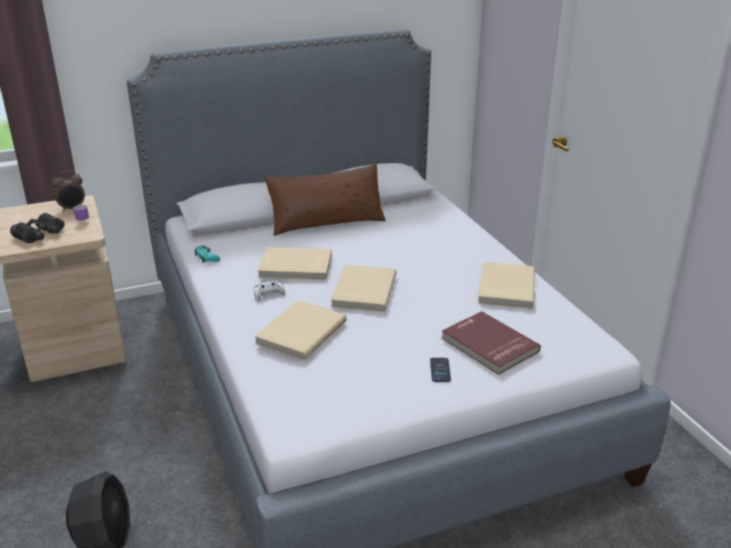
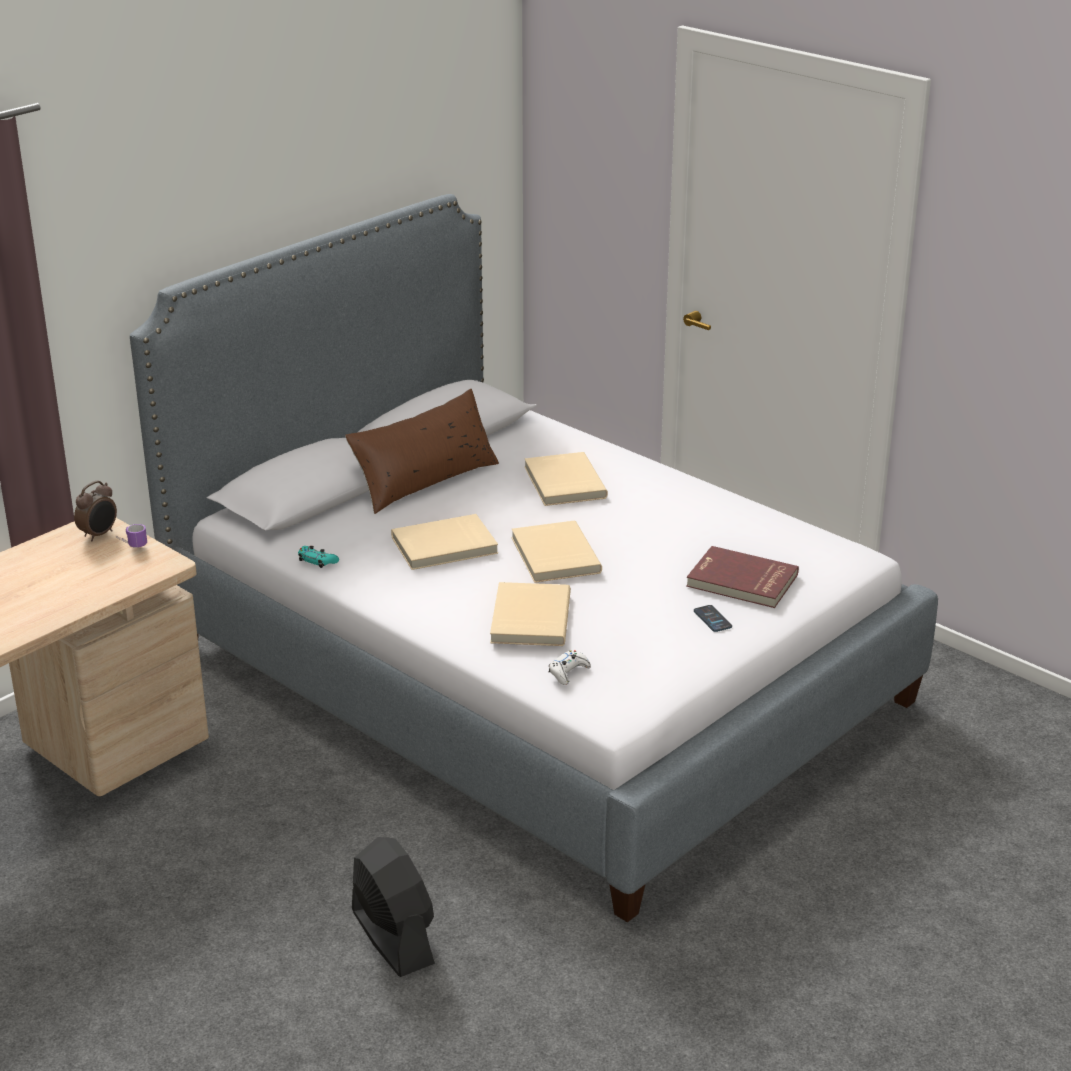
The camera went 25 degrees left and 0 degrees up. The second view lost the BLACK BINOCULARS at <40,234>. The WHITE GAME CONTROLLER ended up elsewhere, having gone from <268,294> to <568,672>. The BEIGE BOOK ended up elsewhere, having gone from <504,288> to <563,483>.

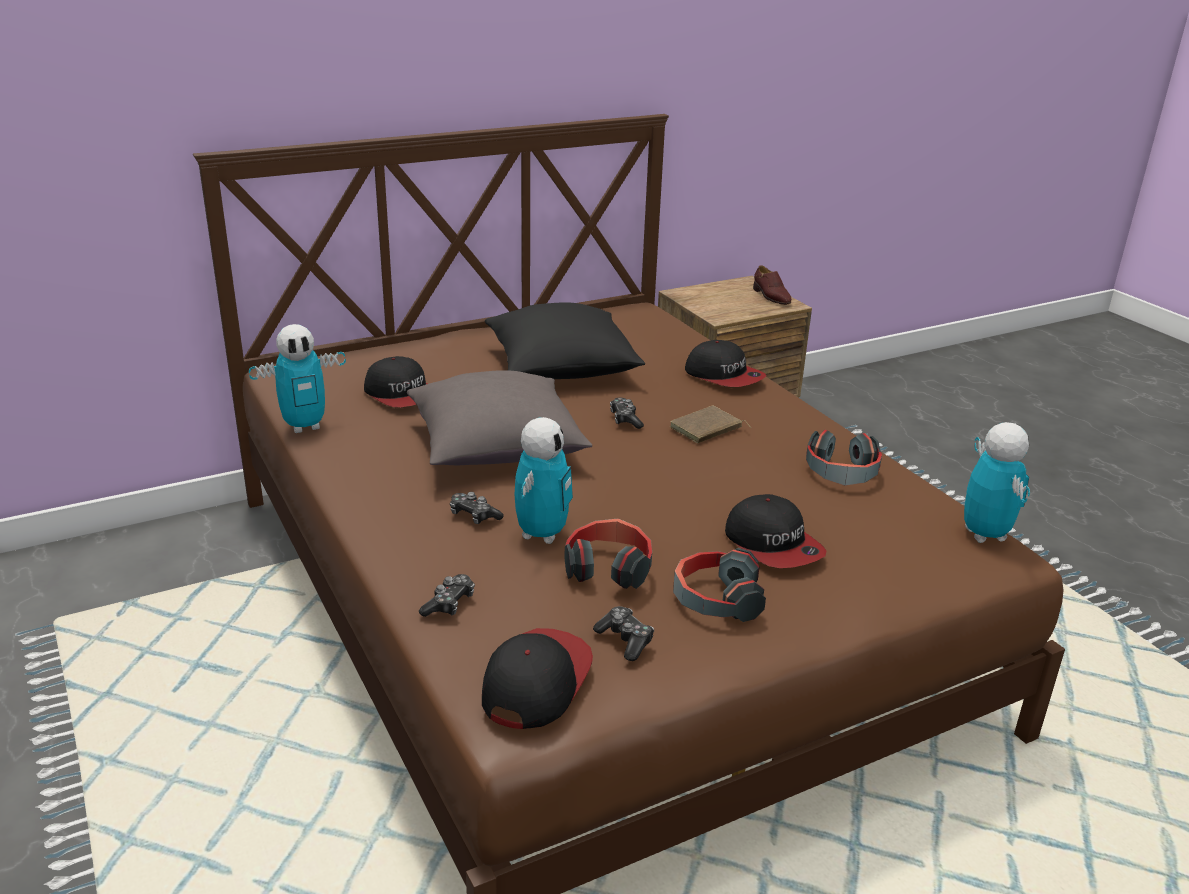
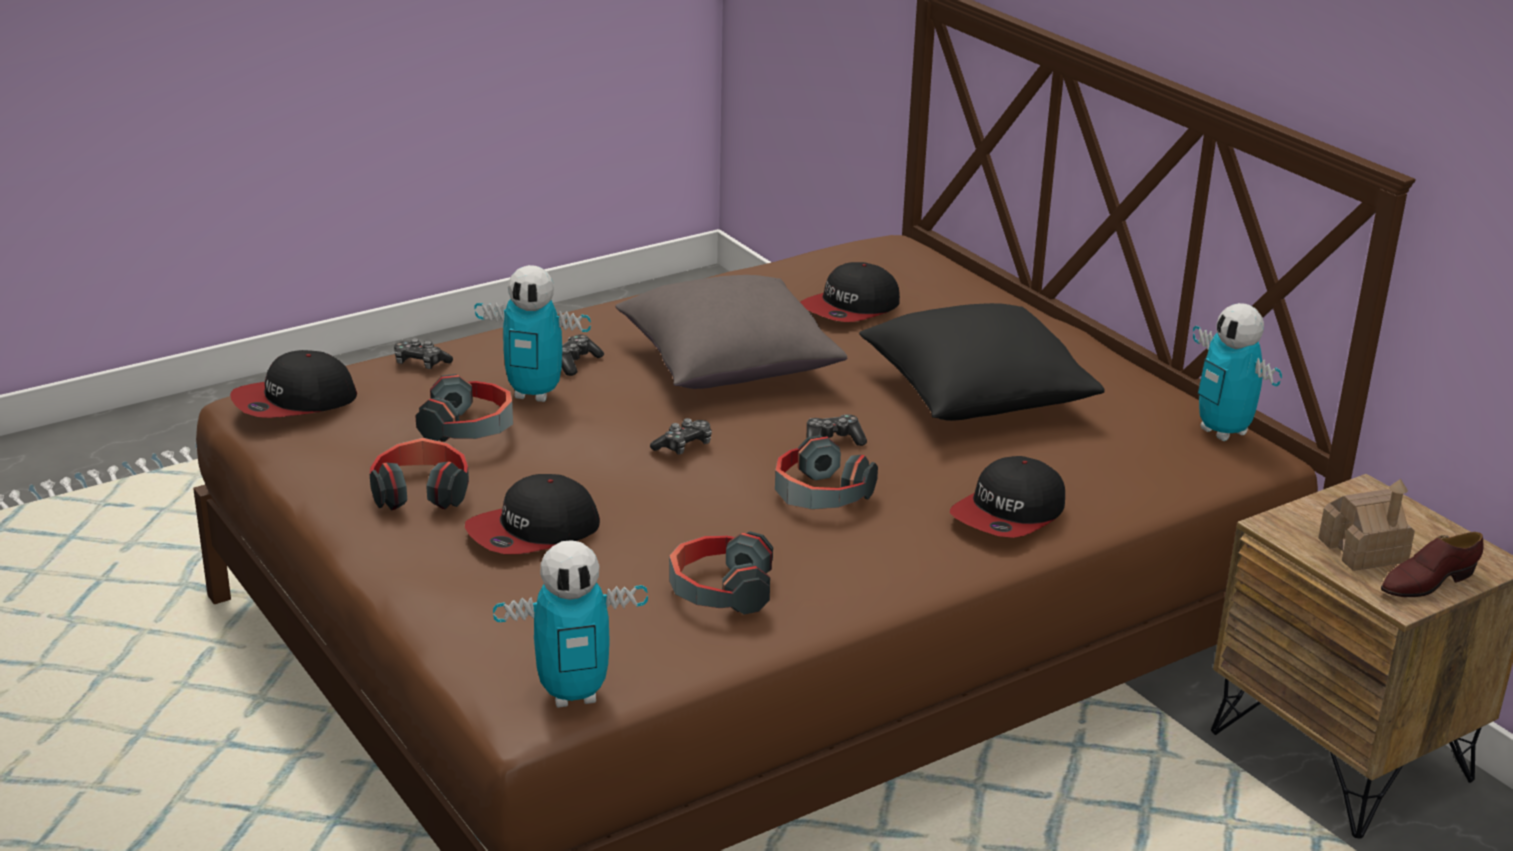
The camera went 85 degrees right and 0 degrees up. The second view gained the TOY HOUSE at <1363,550>. The TOY ROBOT ended up elsewhere, having gone from <304,426> to <1223,432>. The GAME CONTROLLER ended up elsewhere, having gone from <625,640> to <684,446>. Where the BROWN BOOK stood at <707,429>, the HEADPHONES came to stand at <819,495>. The CAP at <535,681> ended up facing another way, 135 degrees clockwise from before.

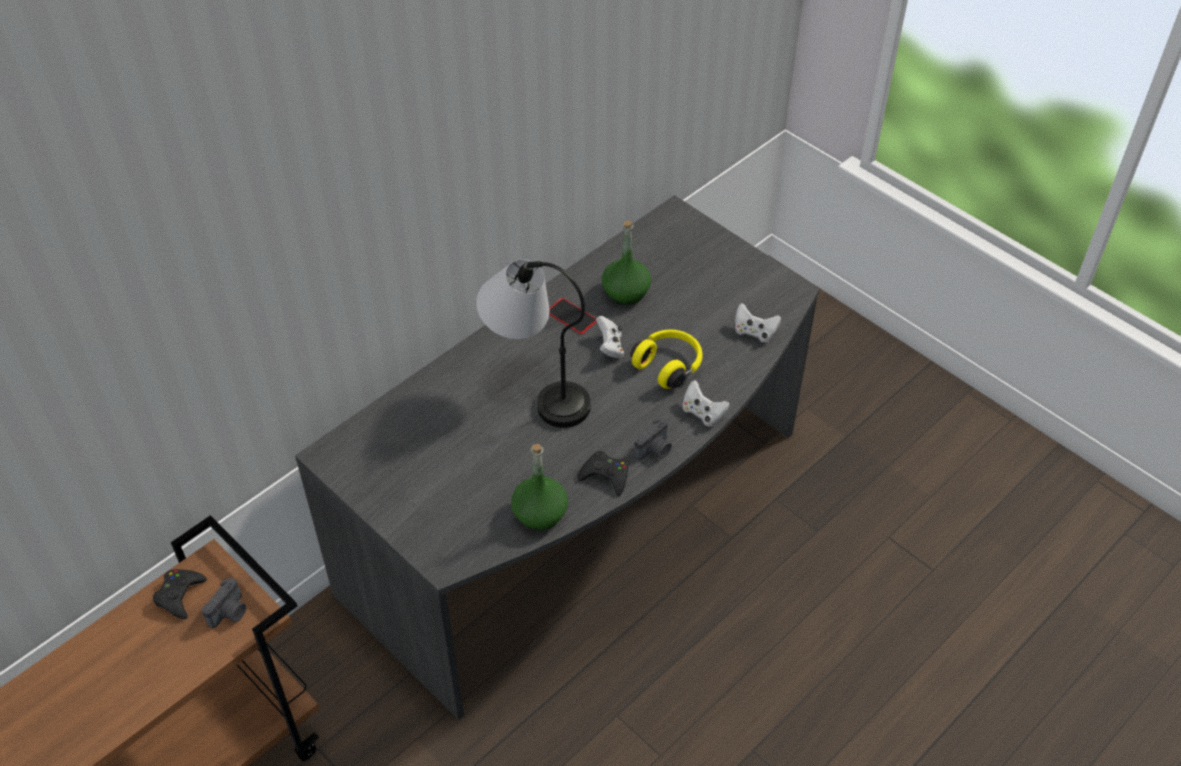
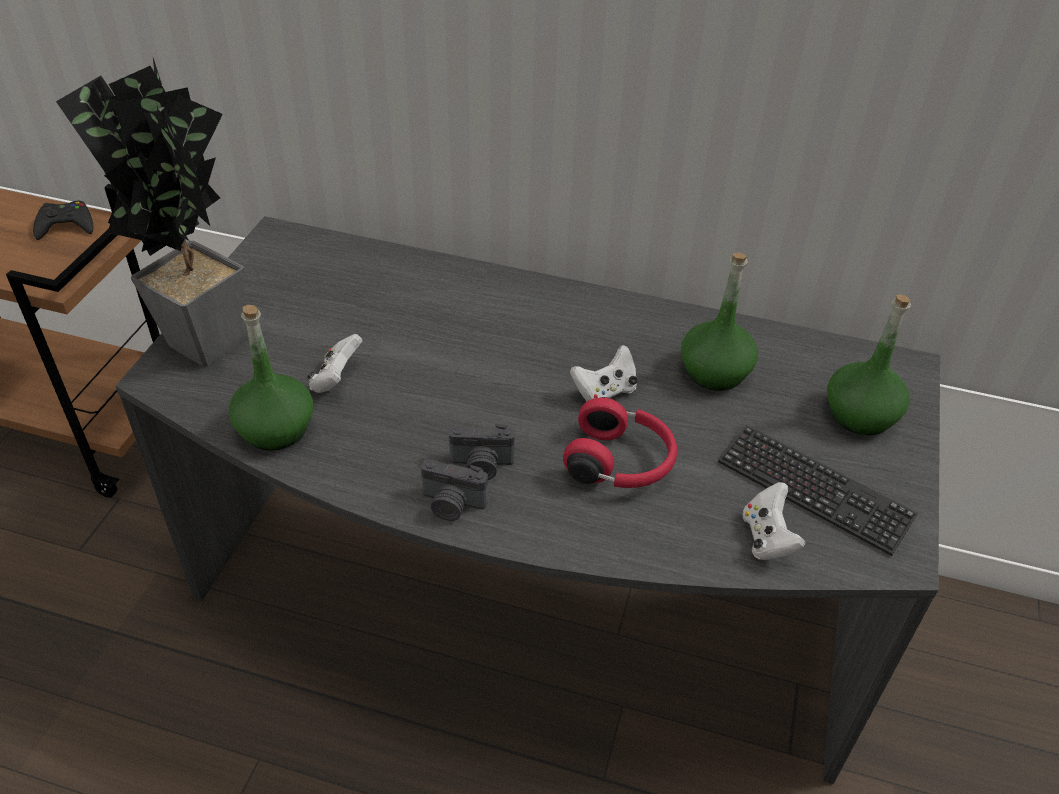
The camera went 60 degrees right and 5 degrees down. The second view lost the TABLE LAMP at <536,388>. The second view lost the PHONE at <571,316>. The second view lost the BLACK GAME CONTROLLER at <605,476>. The second view gained the POTTED PLANT at <203,334>. The second view gained the KEYBOARD at <813,490>. The second view gained the GREEN BOTTLE at <860,414>. The PHOTO CAMERA ended up elsewhere, having gone from <230,613> to <481,466>. The WHITE GAME CONTROLLER ended up elsewhere, having gone from <702,413> to <336,379>. What was the YELLOW HEADPHONES at <669,365> turned into the RED HEADPHONES at <621,463>.

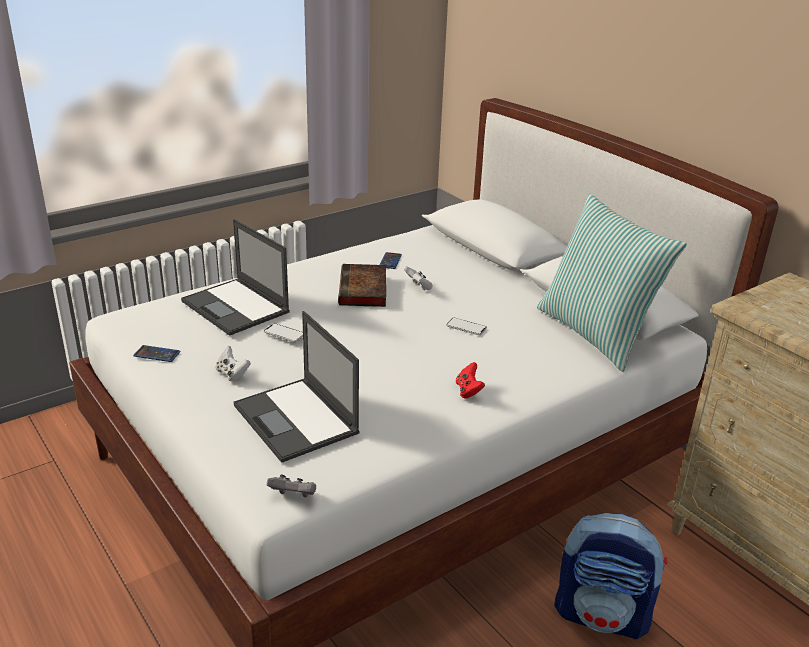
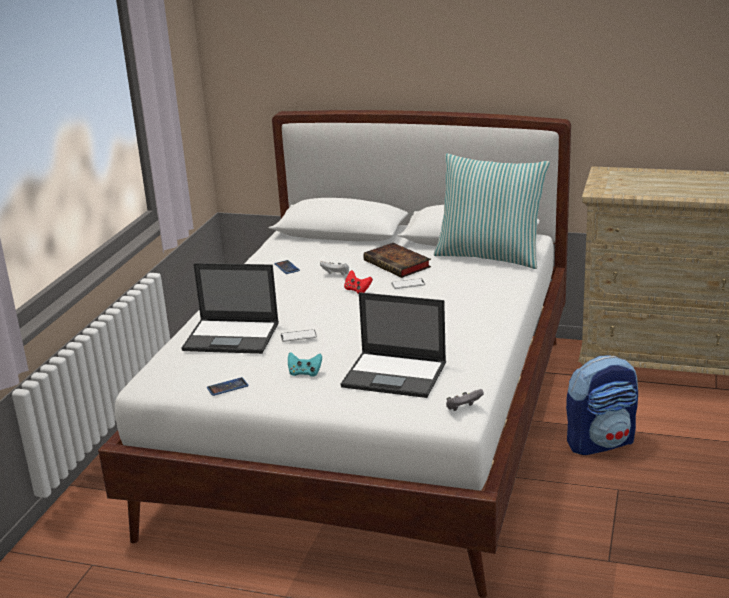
The camera went 35 degrees left and 5 degrees down. The BOOK ended up elsewhere, having gone from <363,290> to <398,264>. The RED GAME CONTROLLER ended up elsewhere, having gone from <468,391> to <357,290>. What was the WHITE GAME CONTROLLER at <232,374> turned into the TURQUOISE GAME CONTROLLER at <305,373>.

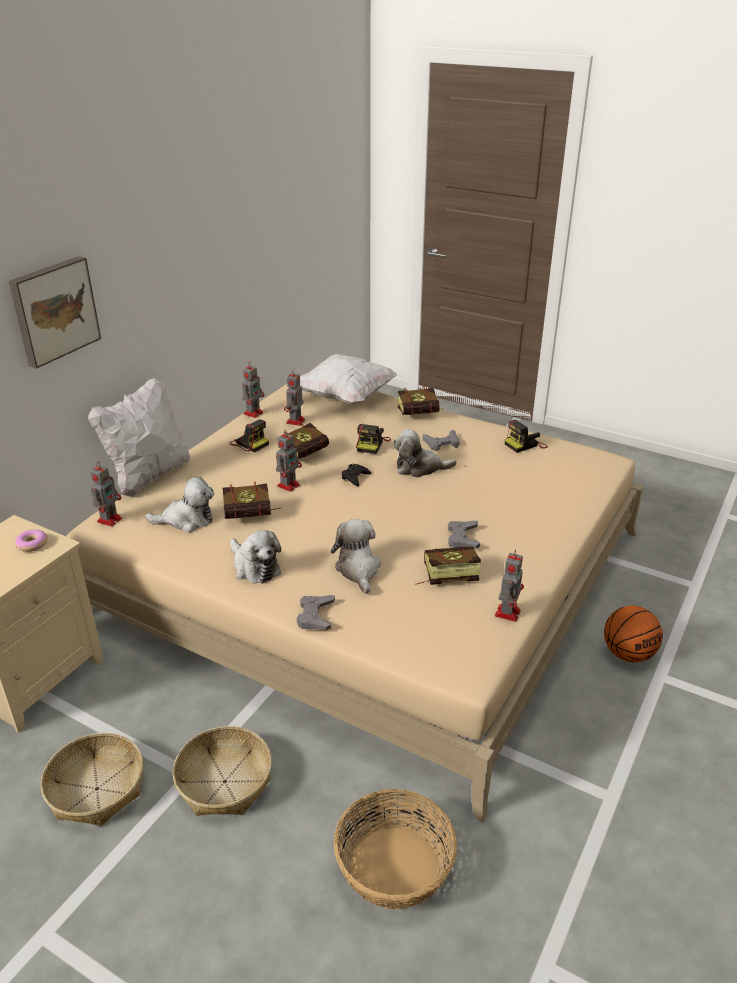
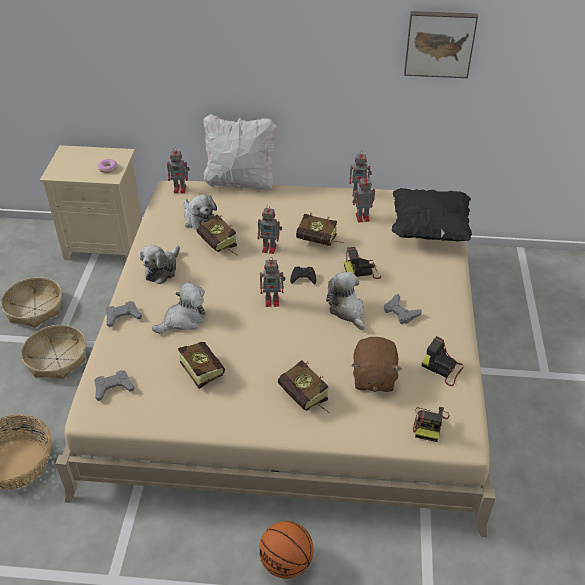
The camera went 65 degrees right and 10 degrees up. The second view gained the BROWN PLUSH TOY at <373,377>. The PICTURE ended up elsewhere, having gone from <53,310> to <439,43>. The PHOTO CAMERA ended up elsewhere, having gone from <249,443> to <429,424>. The BOOK ended up elsewhere, having gone from <422,414> to <306,399>. The GREY GAME CONTROLLER ended up elsewhere, having gone from <463,538> to <113,387>. The TOY ROBOT ended up elsewhere, having gone from <508,612> to <273,301>. What was the WHITE PILLOW at <345,397> turned into the BLACK PILLOW at <429,229>.

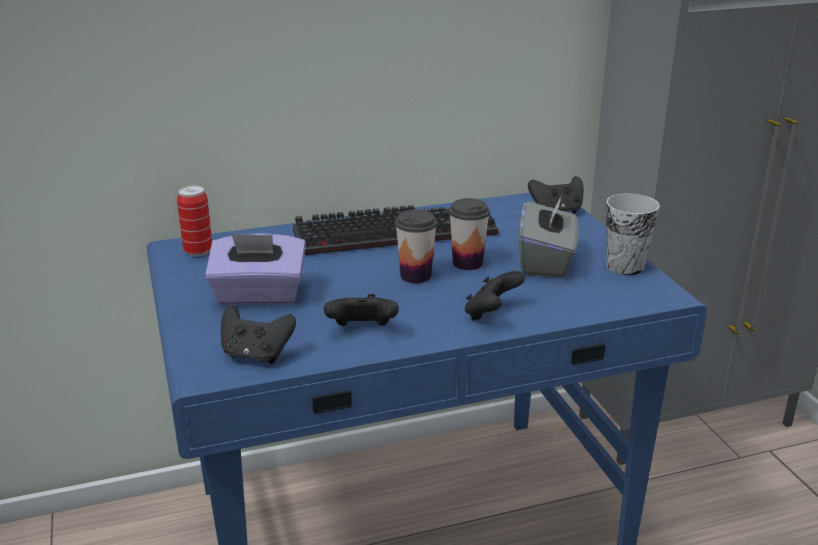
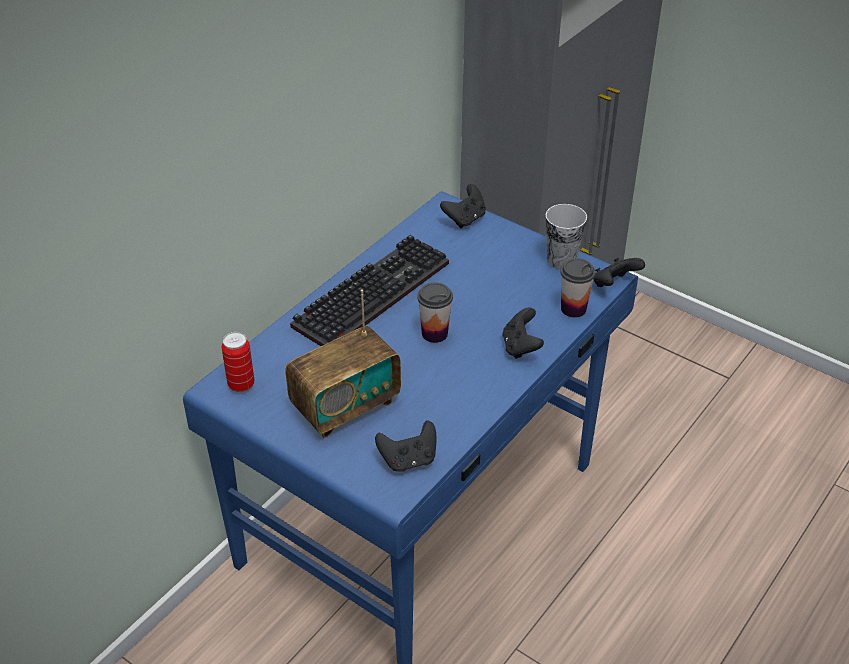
The camera went 35 degrees left and 15 degrees up. The second view lost the GREY TISSUE BOX at <546,261>. The BLACK GAME CONTROLLER ended up elsewhere, having gone from <362,331> to <614,285>. The CUP ended up elsewhere, having gone from <467,263> to <573,309>. Where the PURPLE TISSUE BOX stood at <259,296>, the RADIO came to stand at <345,407>.

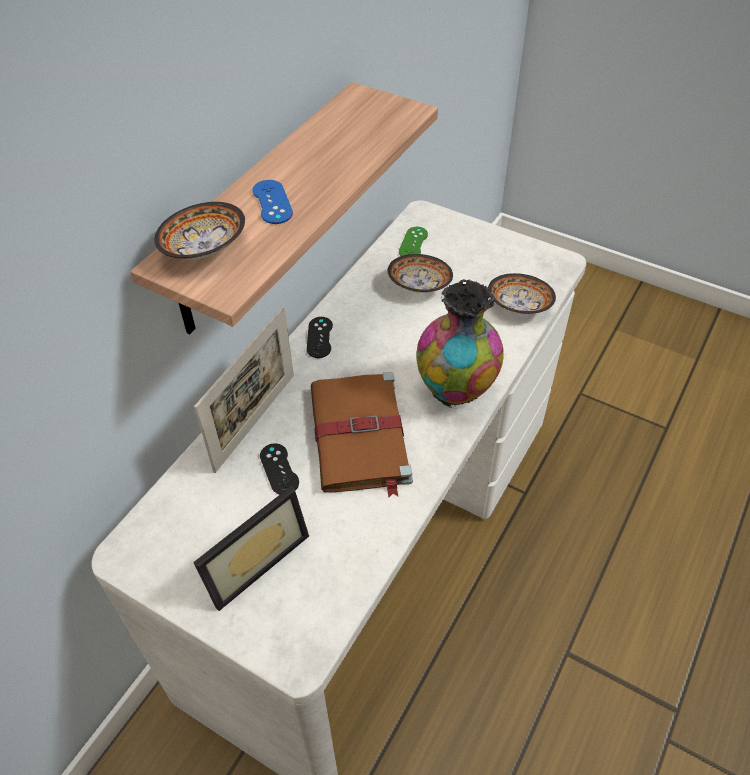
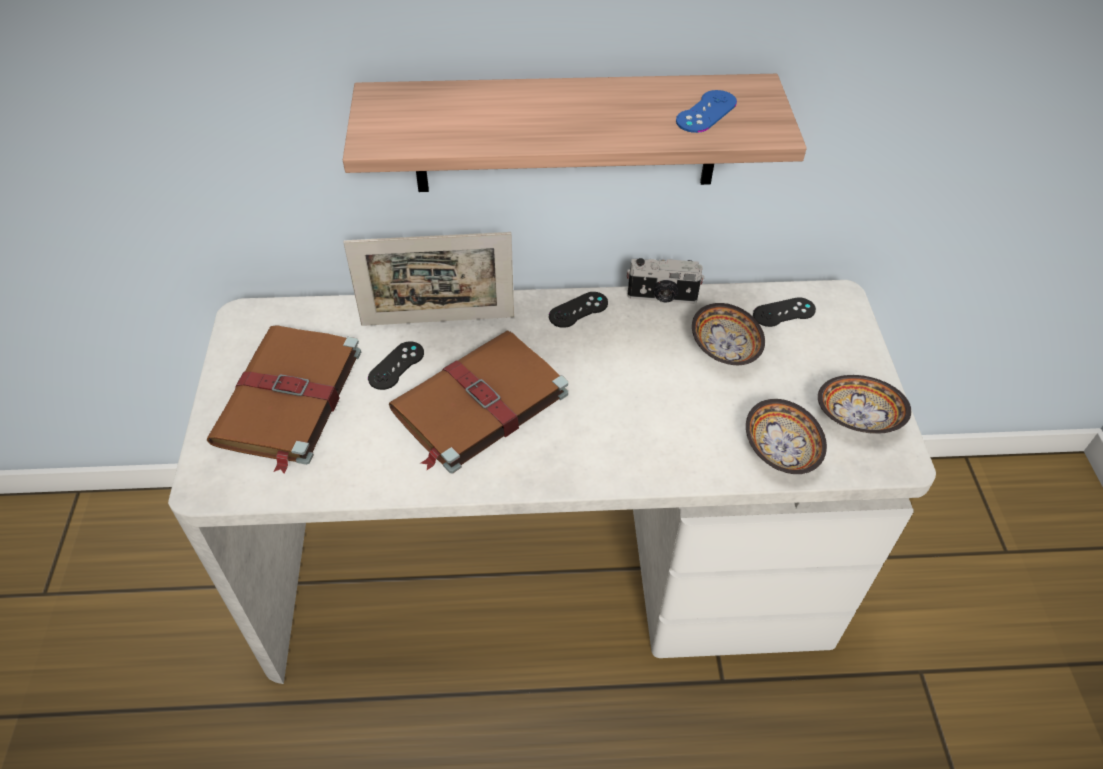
The camera went 55 degrees right and 0 degrees up. The second view lost the VASE at <456,389>. The second view gained the PHOTO CAMERA at <662,297>. The BOWL ended up elsewhere, having gone from <207,249> to <859,420>. The BLUE GAME CONTROLLER ended up elsewhere, having gone from <272,202> to <706,112>. Where the PICTURE FRAME stood at <252,558>, the BROWN BOOK came to stand at <288,399>. What was the GREEN GAME CONTROLLER at <413,243> turned into the BLACK GAME CONTROLLER at <784,312>.

